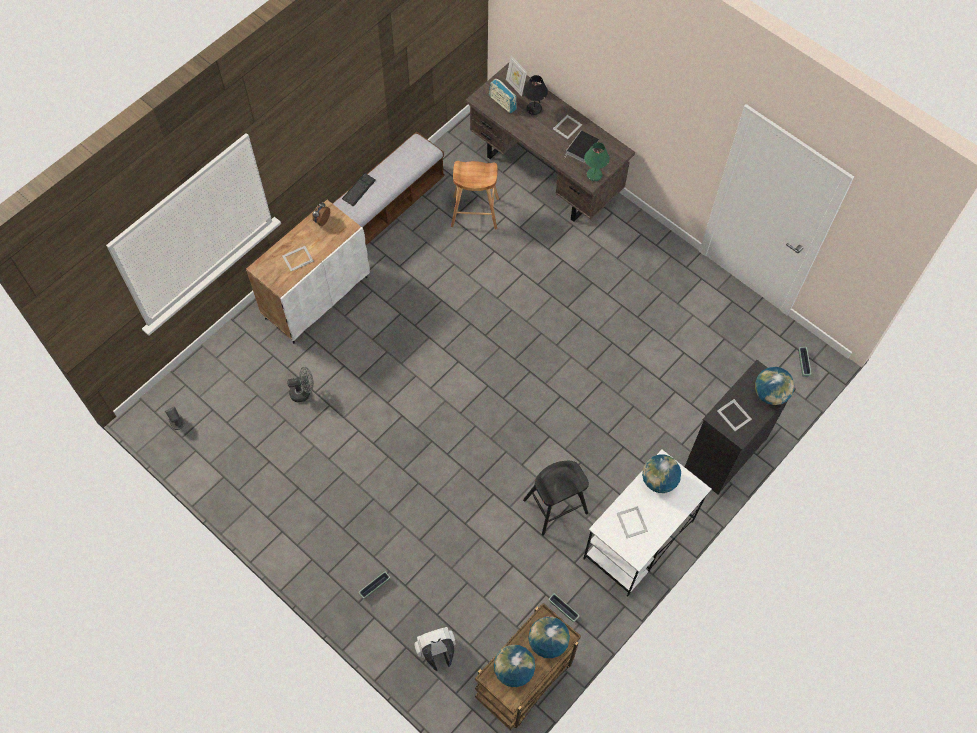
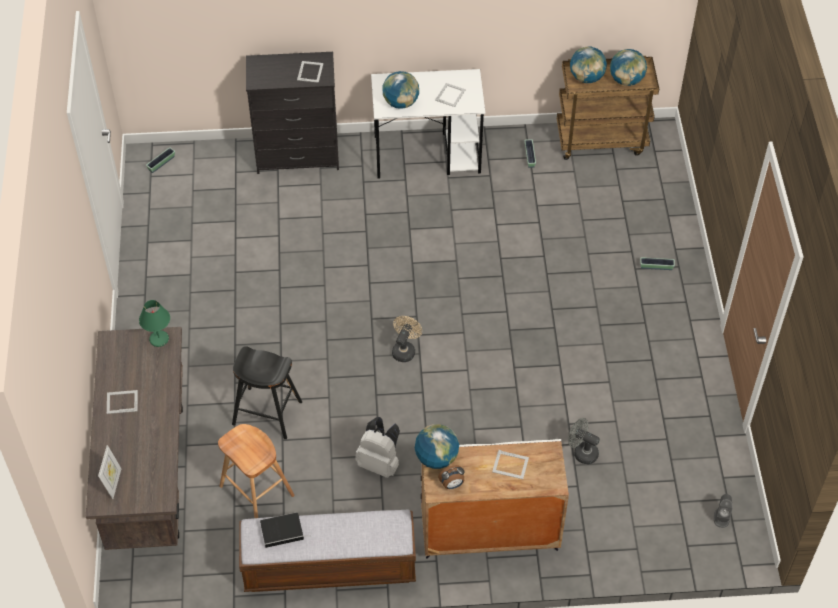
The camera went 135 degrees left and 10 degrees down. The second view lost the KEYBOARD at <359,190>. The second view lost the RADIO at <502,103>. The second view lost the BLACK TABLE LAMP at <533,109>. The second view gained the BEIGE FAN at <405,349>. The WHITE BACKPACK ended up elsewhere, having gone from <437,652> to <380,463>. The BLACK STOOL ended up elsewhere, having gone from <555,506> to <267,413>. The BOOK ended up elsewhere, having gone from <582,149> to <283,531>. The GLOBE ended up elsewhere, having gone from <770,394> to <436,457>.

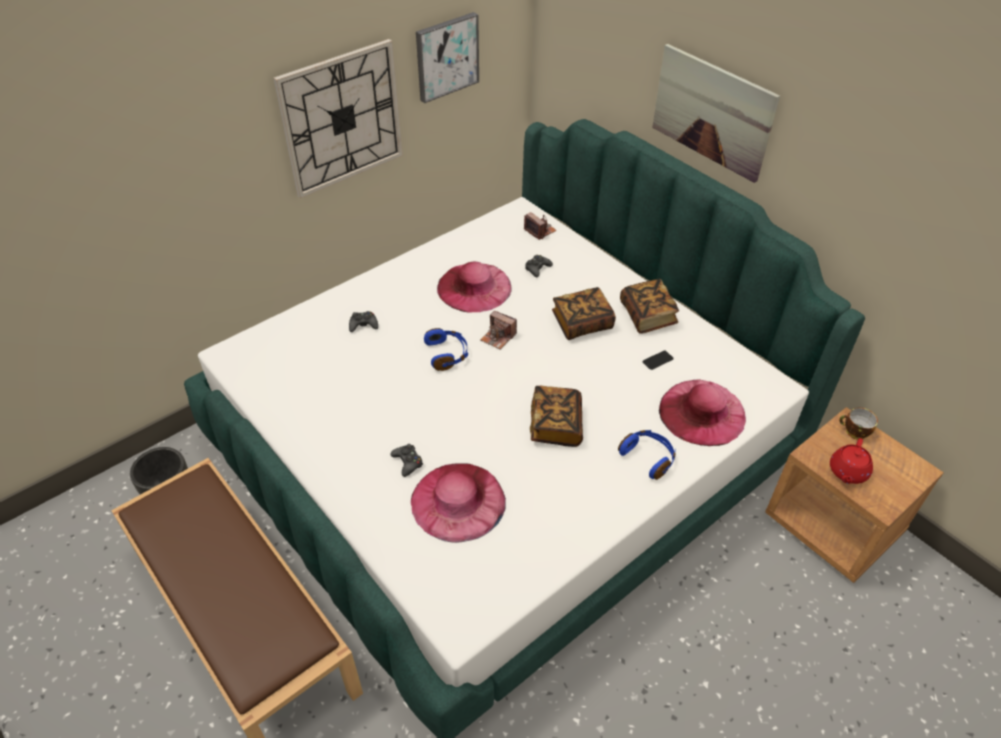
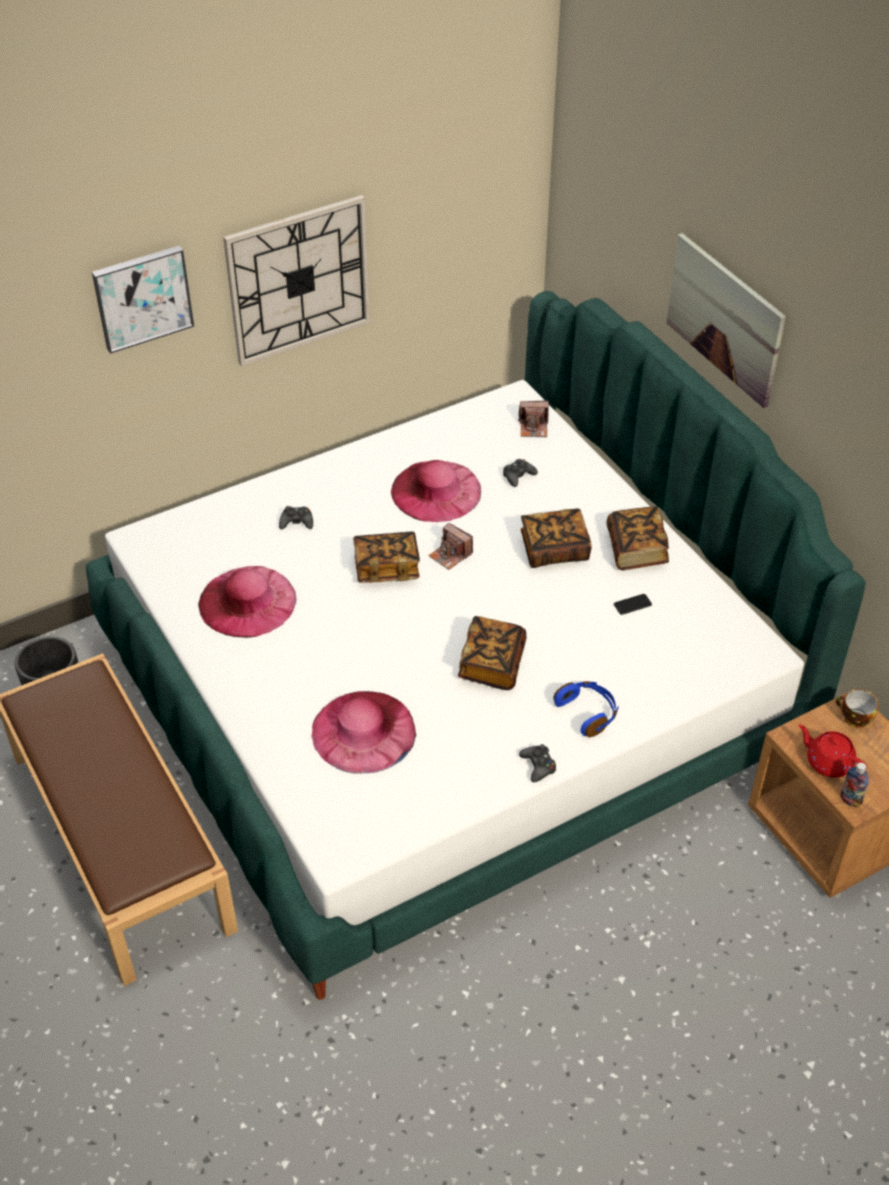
The camera went 10 degrees right and 0 degrees up. The second view gained the BOTTLE at <850,800>. The BLACK GAME CONTROLLER ended up elsewhere, having gone from <408,462> to <538,766>. The PICTURE ended up elsewhere, having gone from <446,56> to <142,297>. The PINK HAT ended up elsewhere, having gone from <702,412> to <247,601>. Where the BLUE HEADPHONES stood at <447,354>, the BOOK came to stand at <386,568>. The PHOTO CAMERA at <540,231> ended up facing another way, 120 degrees clockwise from before. The RED TEAPOT at <847,472> ended up facing another way, 90 degrees clockwise from before.

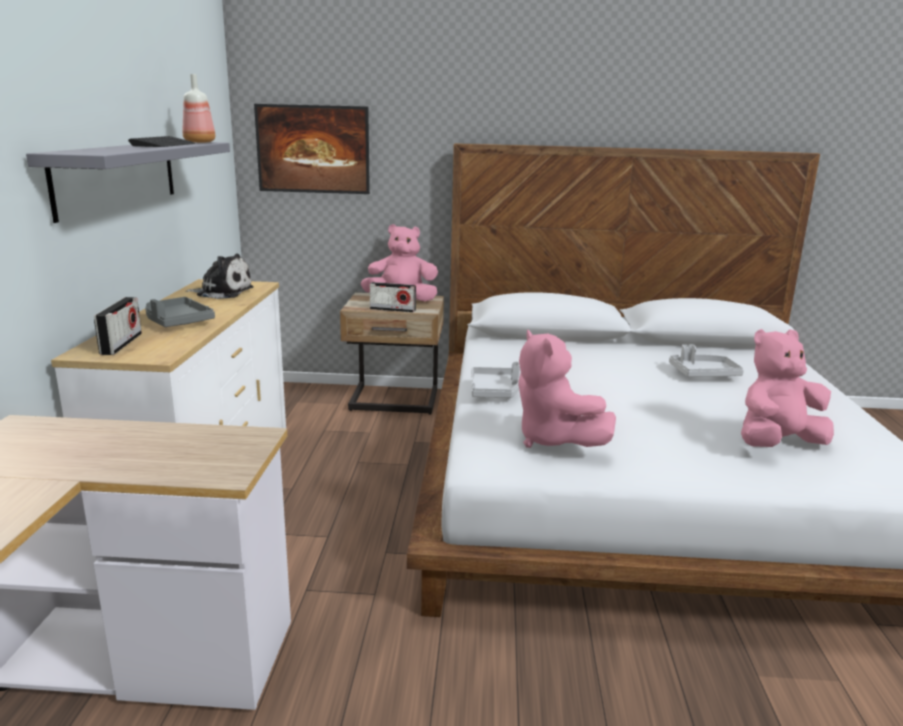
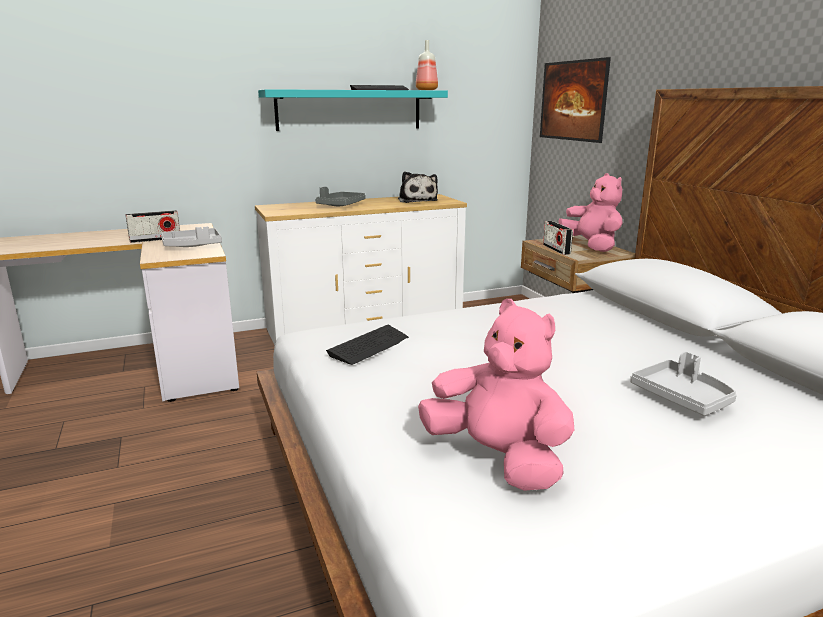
The camera went 65 degrees right and 0 degrees up. The RADIO ended up elsewhere, having gone from <121,344> to <155,239>. The GREY TRAY ended up elsewhere, having gone from <495,391> to <192,246>. Where the PINK PLUSH TOY stood at <553,440>, the KEYBOARD came to stand at <369,346>. What was the GREY SHELF at <118,176> turned into the TURQUOISE SHELF at <349,110>.

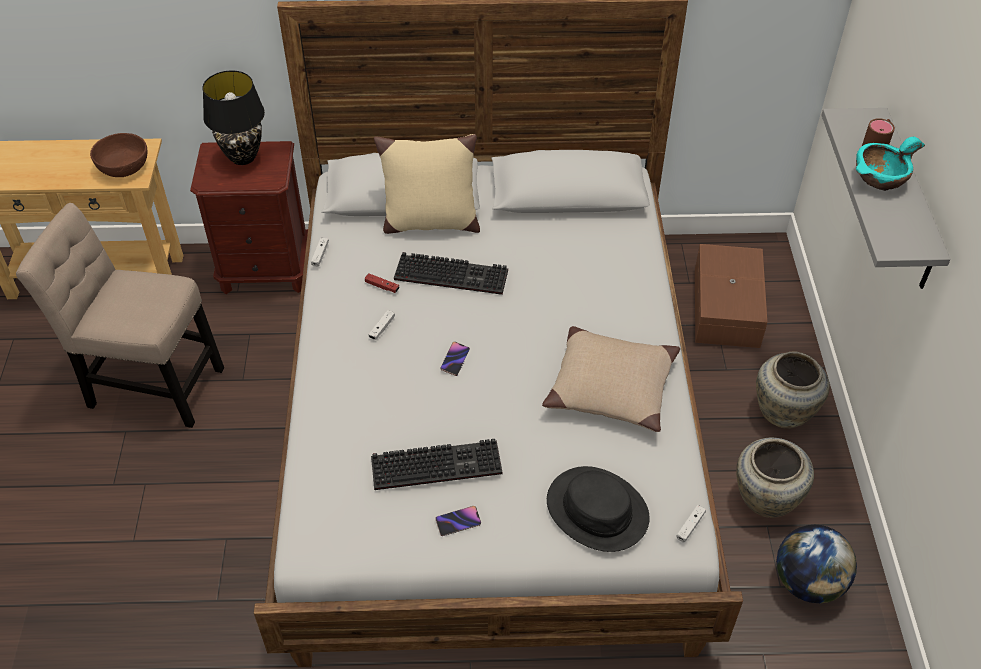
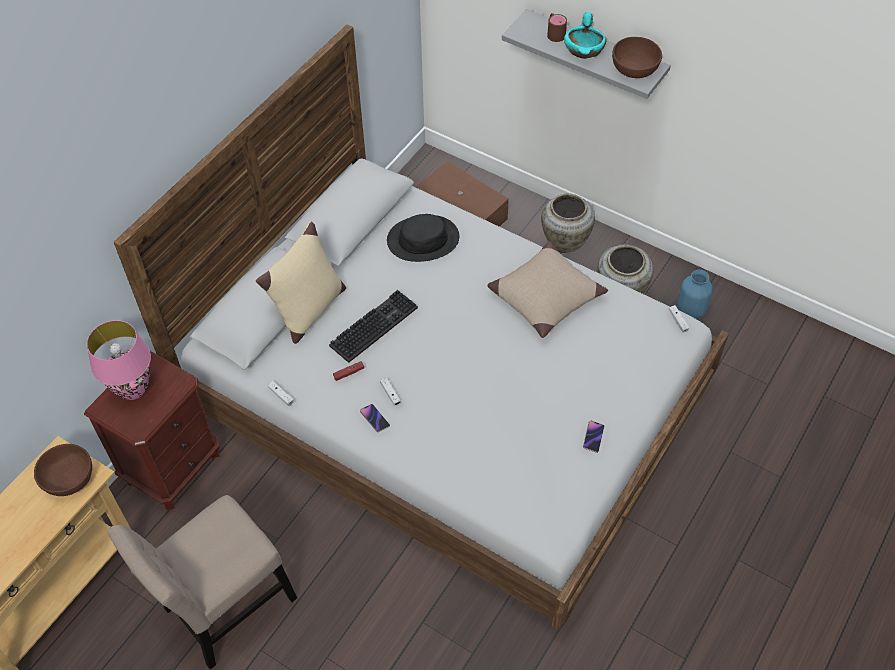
The camera went 55 degrees left and 5 degrees up. The second view lost the KEYBOARD at <438,464>. The second view gained the BROWN BOWL at <635,68>. The PHONE ended up elsewhere, having gone from <455,360> to <374,419>. The BLACK HAT ended up elsewhere, having gone from <597,509> to <423,239>. Where the GLOBE stood at <808,582>, the BLUE VASE came to stand at <690,309>. What was the BLACK TABLE LAMP at <243,158> turned into the PINK TABLE LAMP at <134,390>.

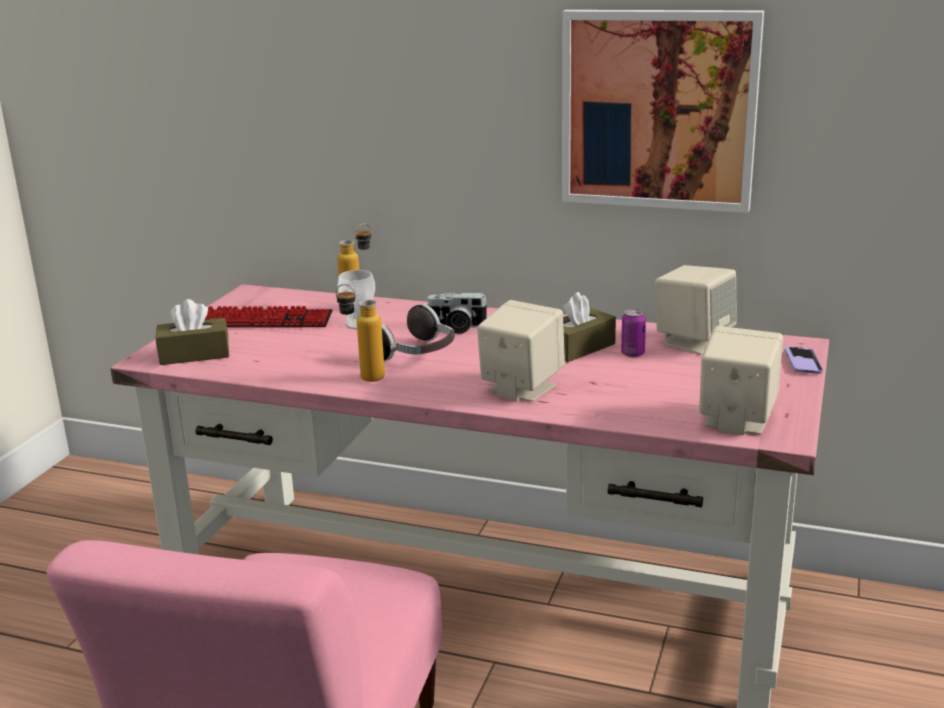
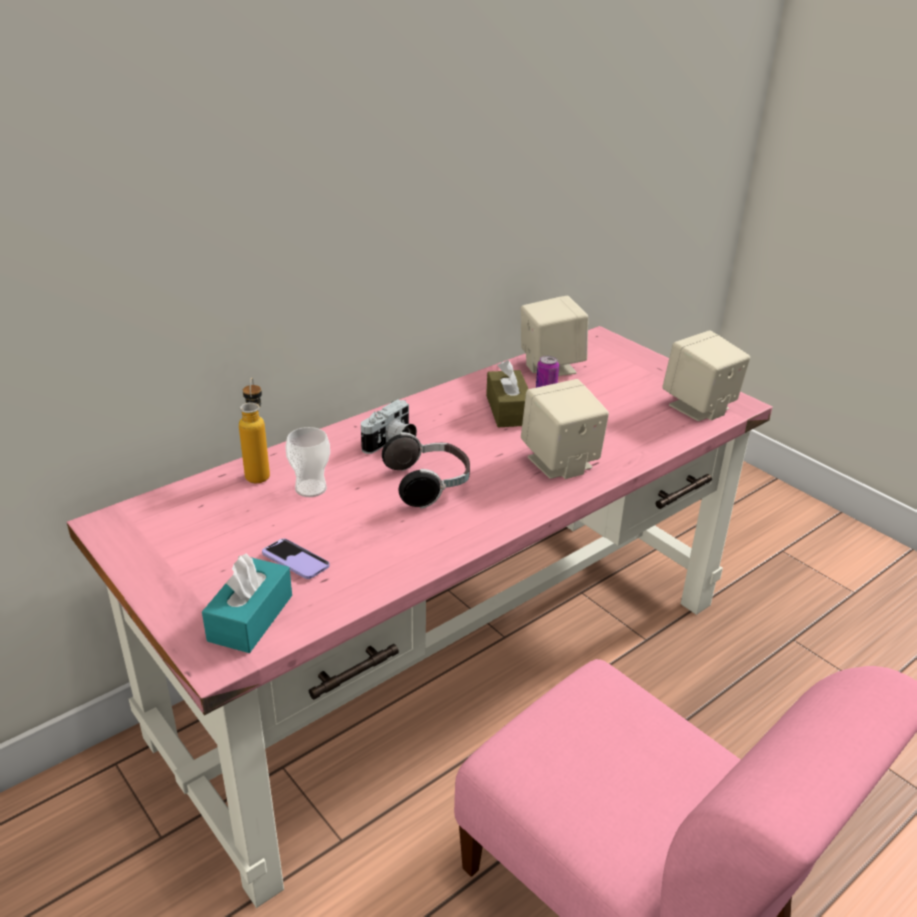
The camera went 60 degrees left and 10 degrees up. The second view lost the KEYBOARD at <266,321>. The second view lost the BOTTLE at <363,376>. The second view lost the PICTURE at <658,110>. The PHONE ended up elsewhere, having gone from <803,362> to <295,560>. What was the BROWN TISSUE BOX at <194,354> turned into the TURQUOISE TISSUE BOX at <250,618>.

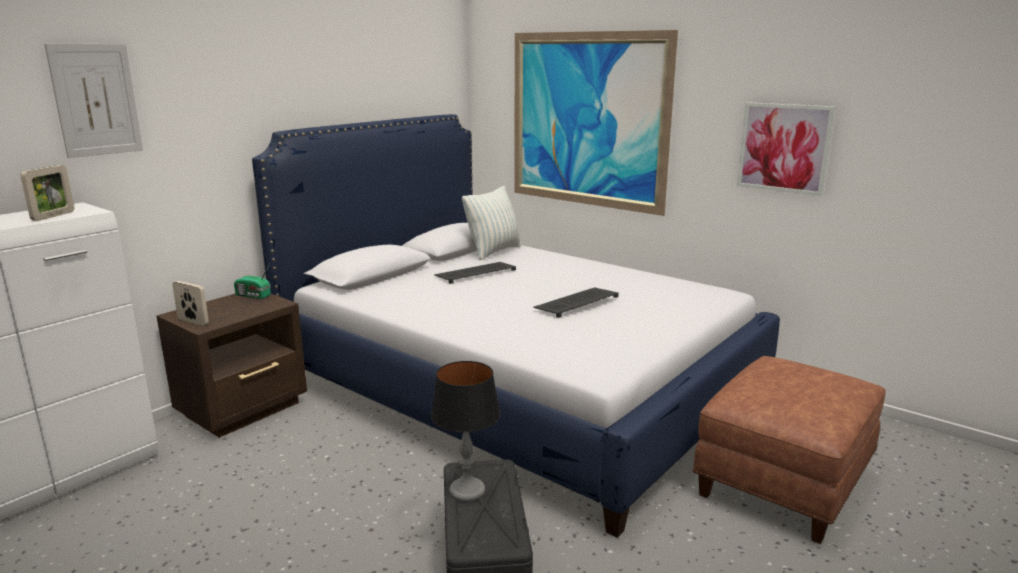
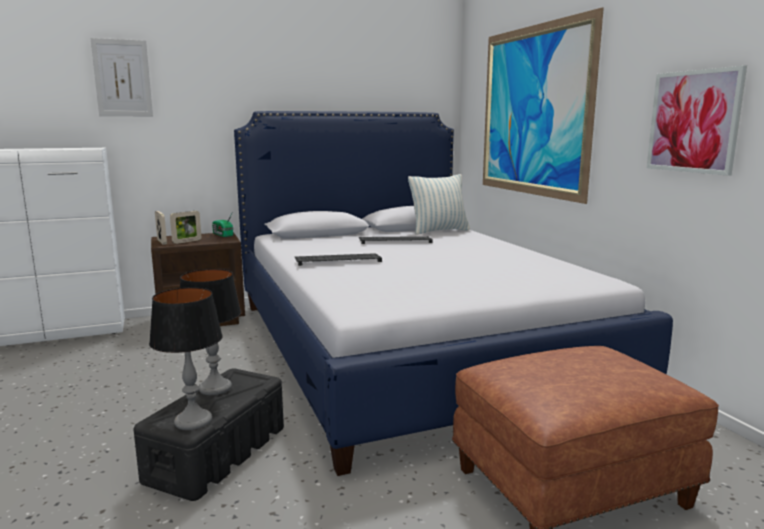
The camera went 30 degrees right and 5 degrees down. The second view gained the TABLE LAMP at <193,421>. The PICTURE FRAME ended up elsewhere, having gone from <53,216> to <187,241>. The KEYBOARD ended up elsewhere, having gone from <577,303> to <338,260>.

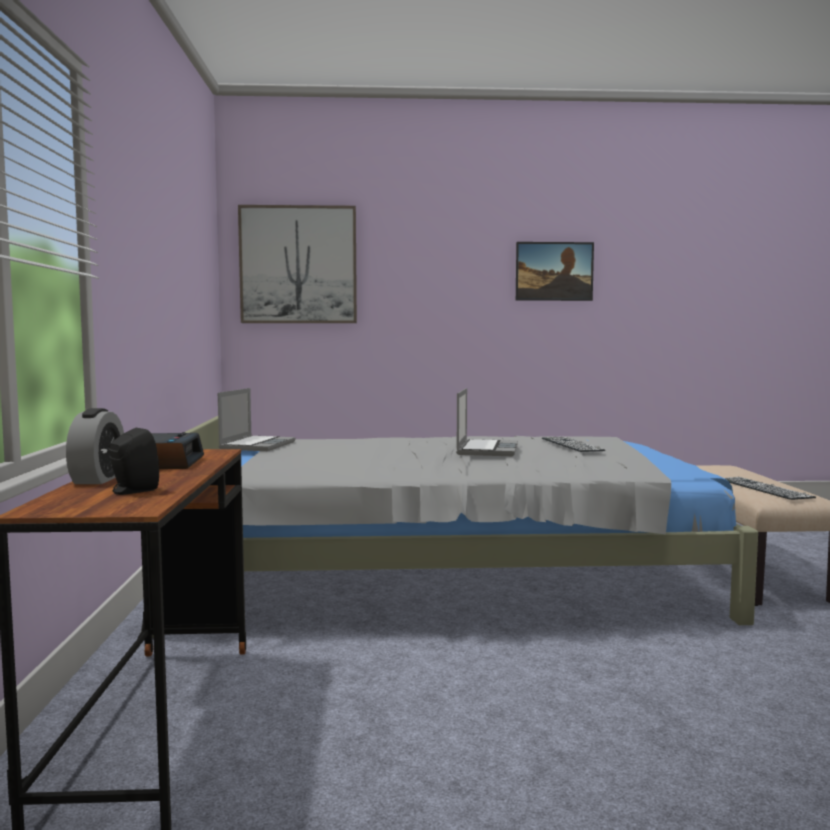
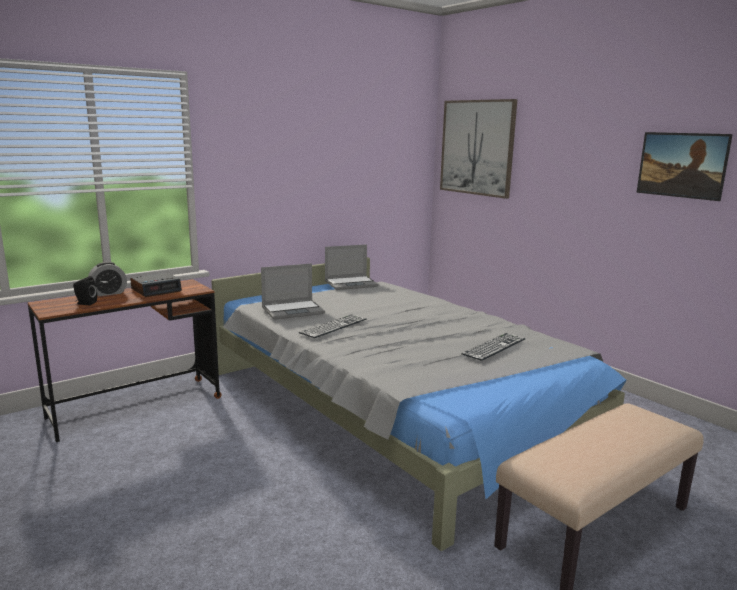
The camera went 55 degrees right and 10 degrees up. The LAPTOP ended up elsewhere, having gone from <486,450> to <293,311>. The KEYBOARD ended up elsewhere, having gone from <763,488> to <334,326>.

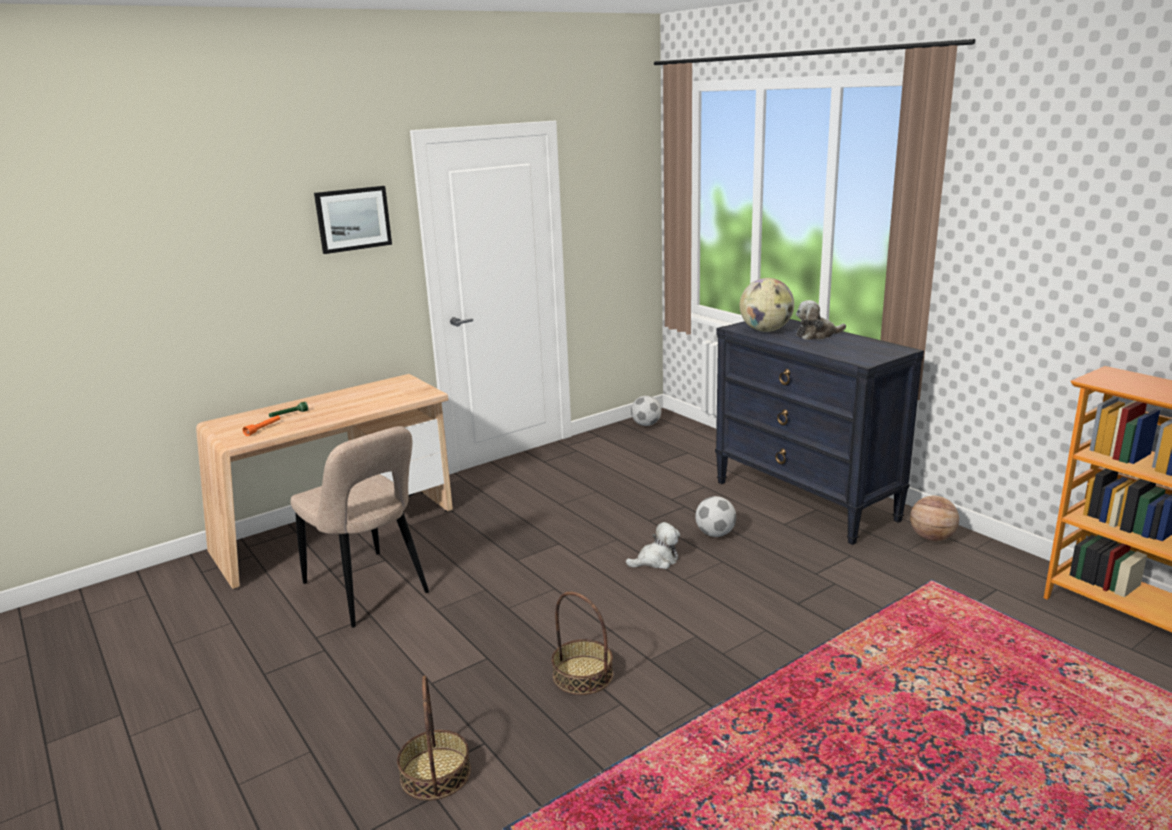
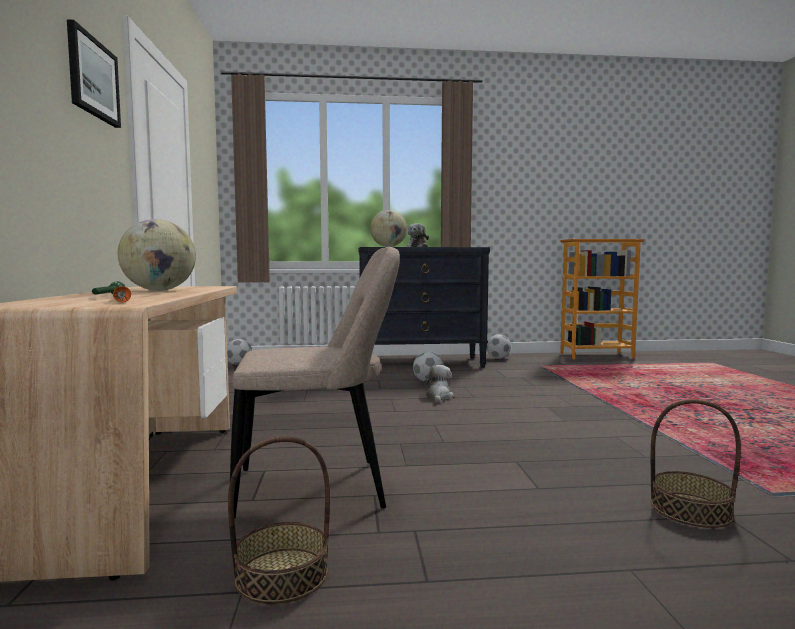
The camera went 60 degrees left and 15 degrees down. The second view gained the GLOBE at <159,290>. The BASKET ended up elsewhere, having gone from <582,675> to <282,575>. Where the BASKETBALL stood at <932,538>, the FOOTBALL came to stand at <498,358>.

